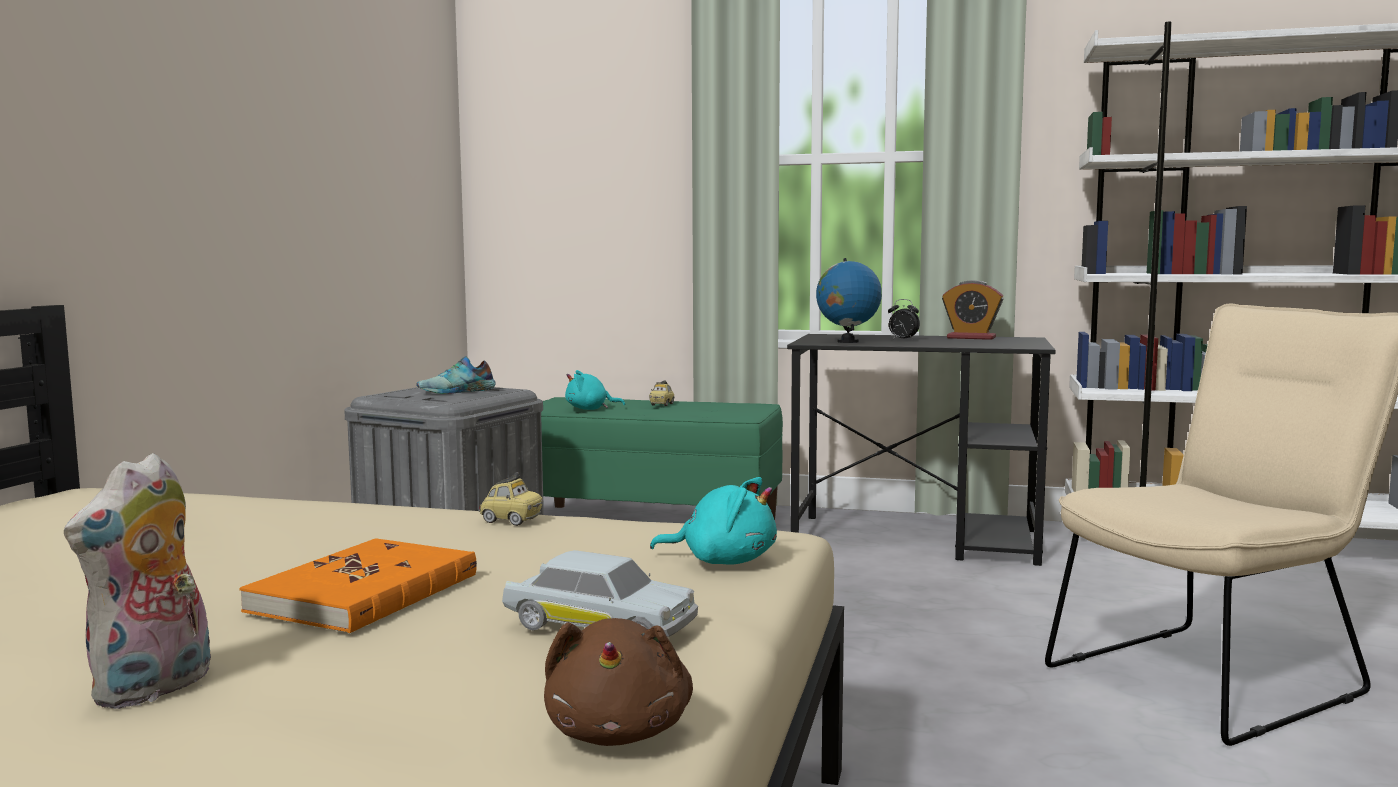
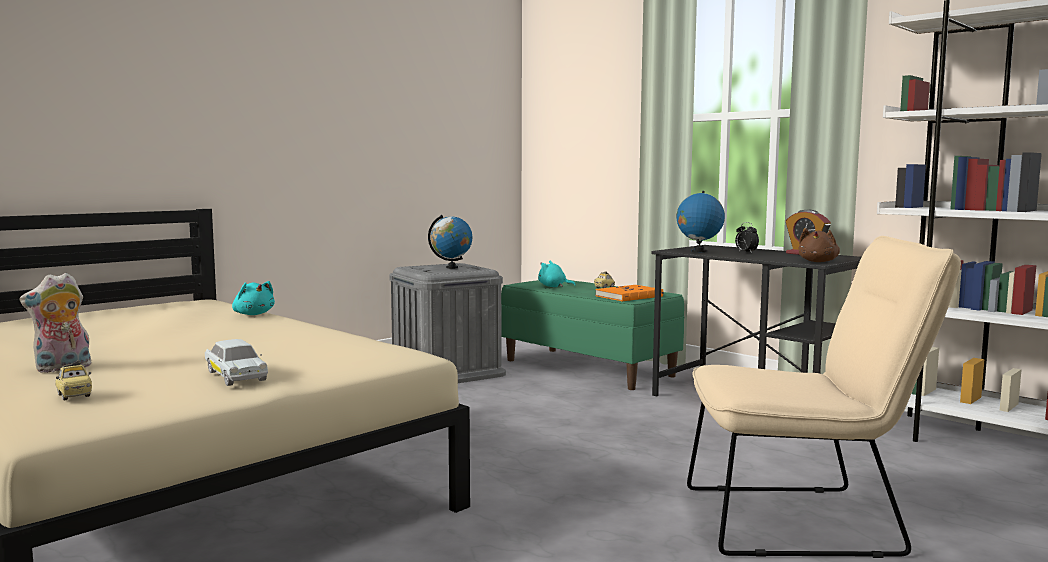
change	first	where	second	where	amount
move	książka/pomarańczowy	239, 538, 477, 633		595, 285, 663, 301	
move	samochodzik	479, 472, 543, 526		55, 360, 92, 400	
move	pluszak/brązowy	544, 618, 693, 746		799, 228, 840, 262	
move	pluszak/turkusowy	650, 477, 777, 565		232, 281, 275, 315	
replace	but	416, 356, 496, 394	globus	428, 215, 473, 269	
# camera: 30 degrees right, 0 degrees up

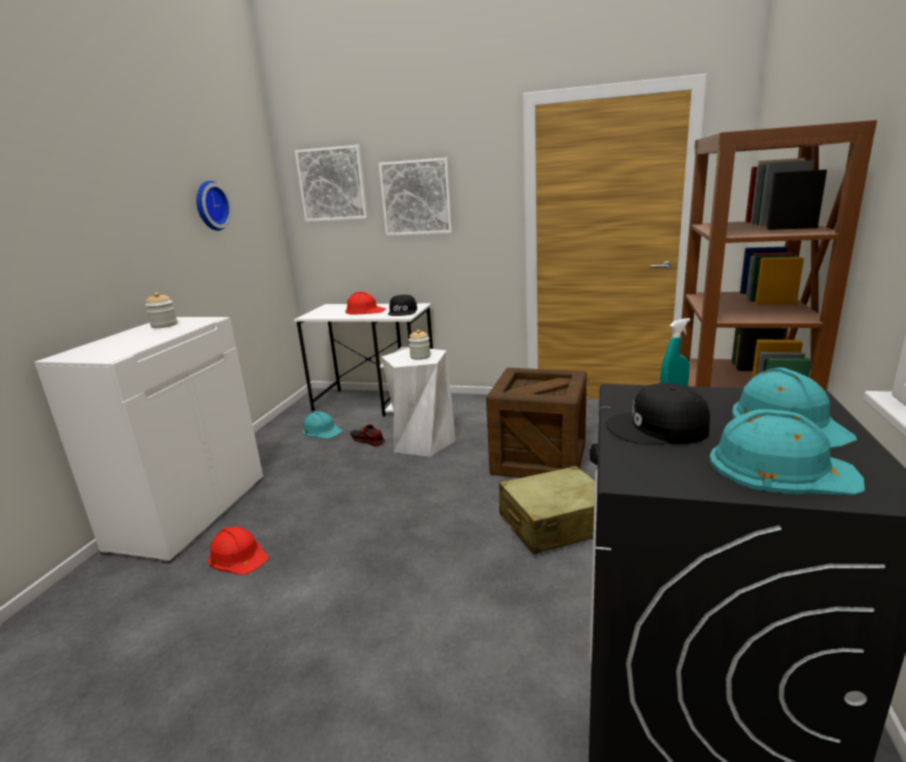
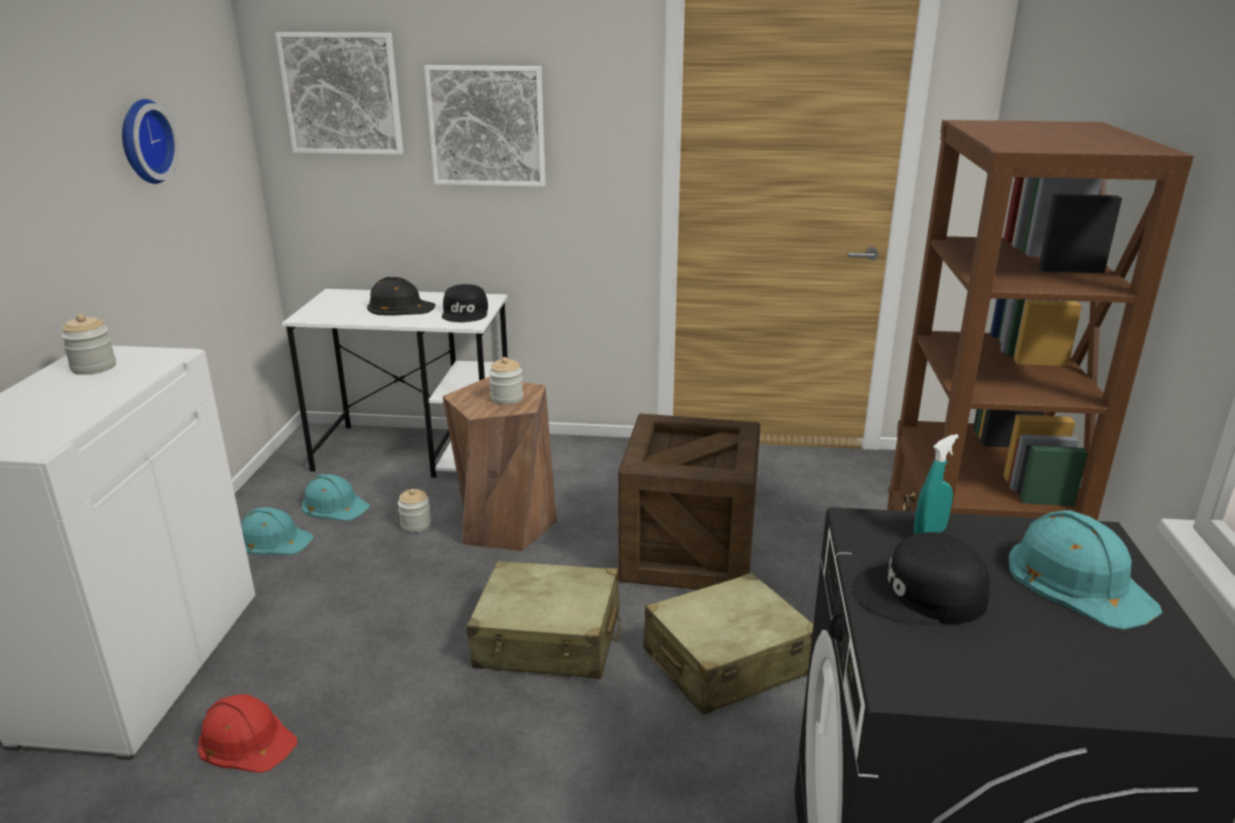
change	first	where	second	where	amount
insert			walizka/beżowy	466, 561, 621, 679	
move	kask/turkusowy	709, 409, 865, 495		241, 507, 314, 555	
replace	but	351, 425, 385, 446	słoik	398, 489, 431, 532	
recolor	kask/czerwony	345, 292, 386, 314	kask/czarny	367, 277, 436, 316	
recolor	stołek/biały	381, 348, 456, 457	stołek/brązowy	442, 377, 557, 552	
# camera: 10 degrees left, 5 degrees up

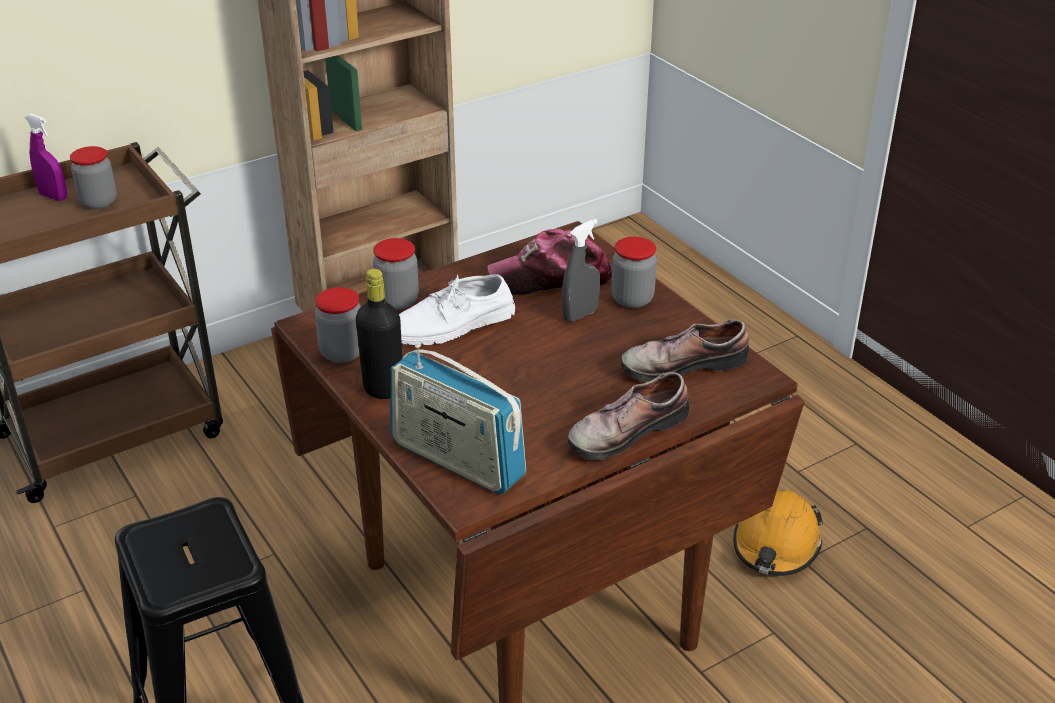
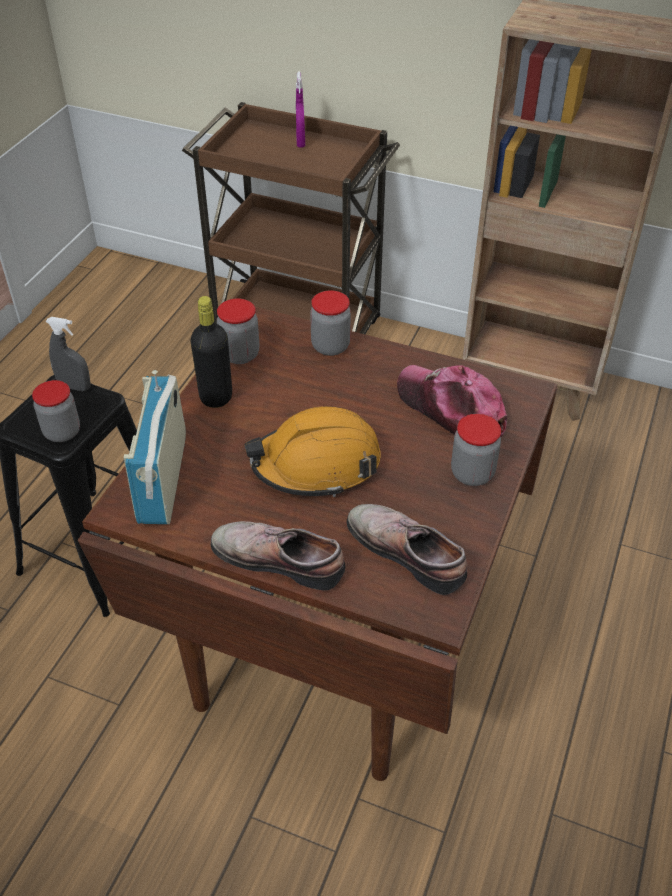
change	first	where	second	where	amount
delete	but/biały	399, 274, 516, 345			
move	słoik	70, 146, 117, 209		32, 380, 80, 442	
move	spryskiwacz/szary	562, 219, 600, 322		46, 317, 91, 391	
move	kask/pomarańczowy	733, 490, 823, 576		244, 406, 381, 497	
# camera: 55 degrees right, 10 degrees up

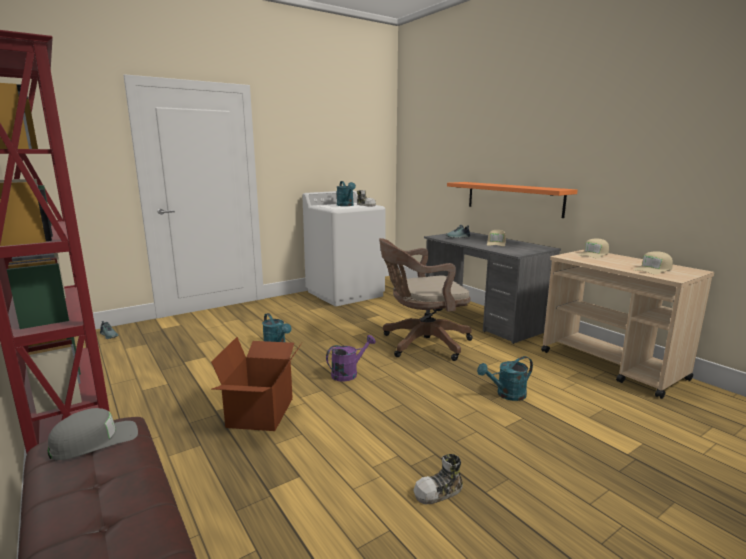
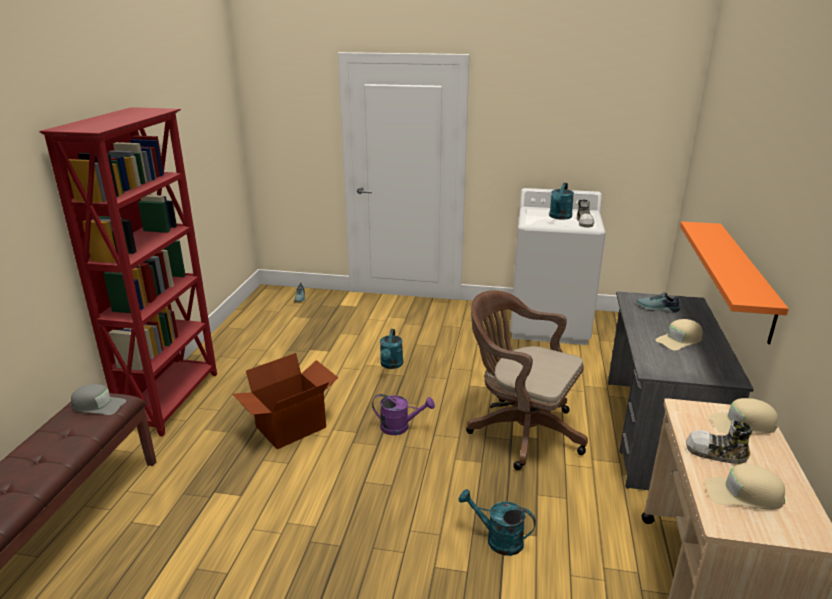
change	first	where	second	where	amount
move	but	413, 454, 463, 505		686, 421, 752, 464	
# camera: 45 degrees right, 10 degrees up

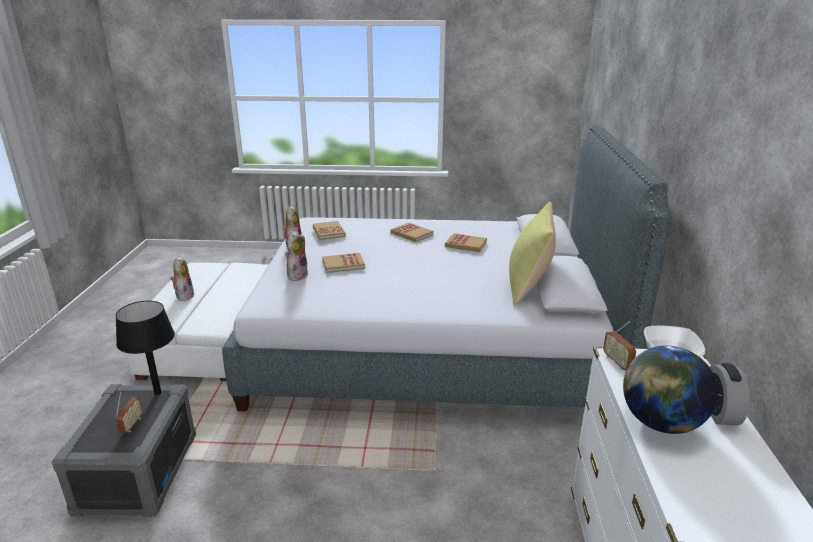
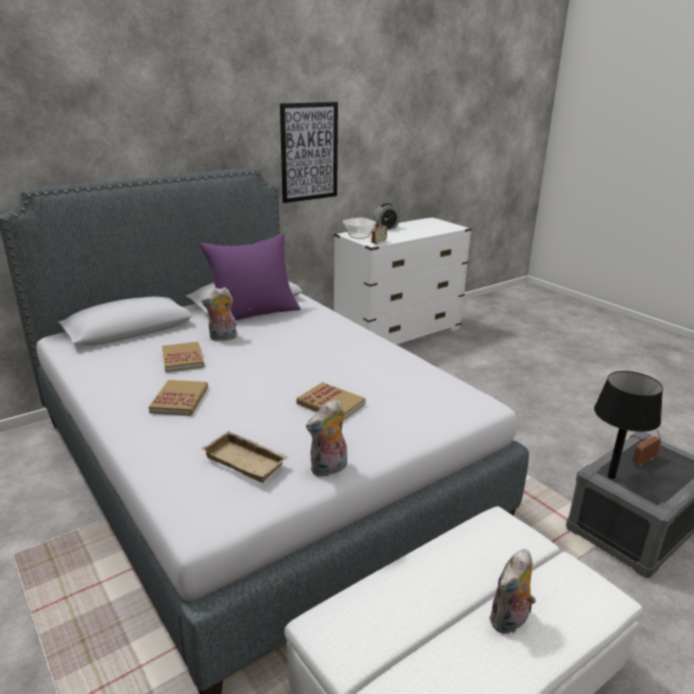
change	first	where	second	where	amount
delete	globus	623, 346, 718, 434			
insert			obraz	280, 102, 338, 203	
move	pluszak	285, 231, 309, 281		201, 287, 237, 341	
replace	książka	313, 221, 346, 240	taca/beżowy	201, 431, 288, 483	
recolor	poduszka/żółty	509, 202, 556, 306	poduszka/fioletowy	199, 233, 301, 321	
# camera: 130 degrees left, 0 degrees up

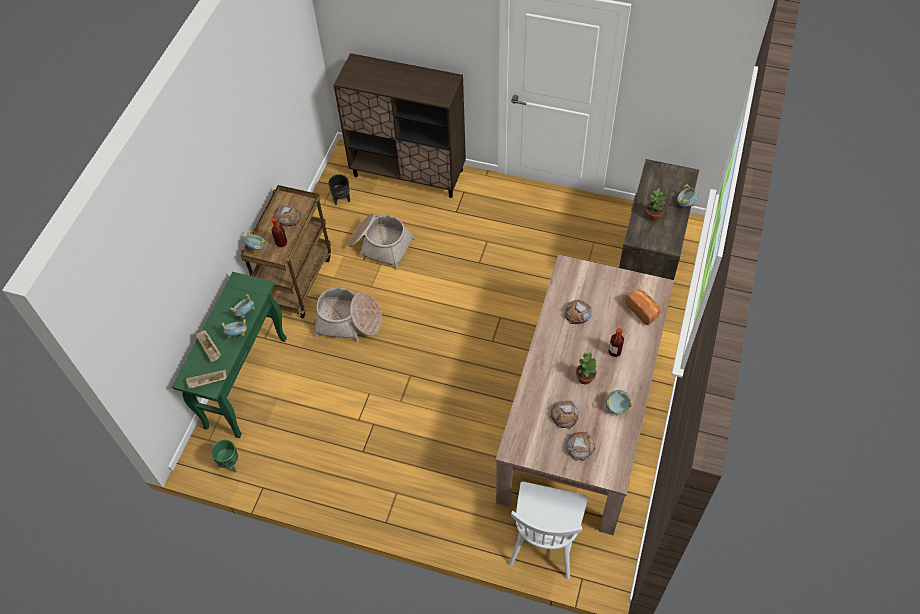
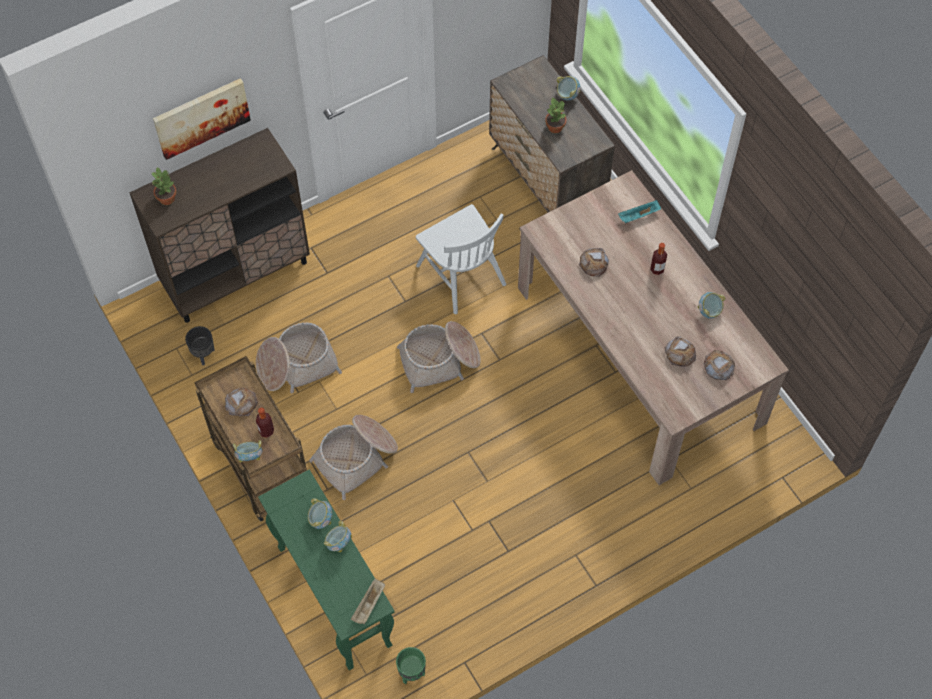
change	first	where	second	where	amount
delete	taca/beżowy	196, 330, 222, 362			
insert			obraz	153, 78, 251, 160	
insert			koszyk	397, 321, 481, 393	
move	krzesło/biały	509, 482, 588, 579		416, 204, 506, 314	
move	roślina doniczkowa	576, 352, 597, 384		151, 167, 177, 205	
replace	chleb	625, 289, 660, 325	taca/turkusowy	618, 200, 661, 223	
# camera: 50 degrees left, 5 degrees up

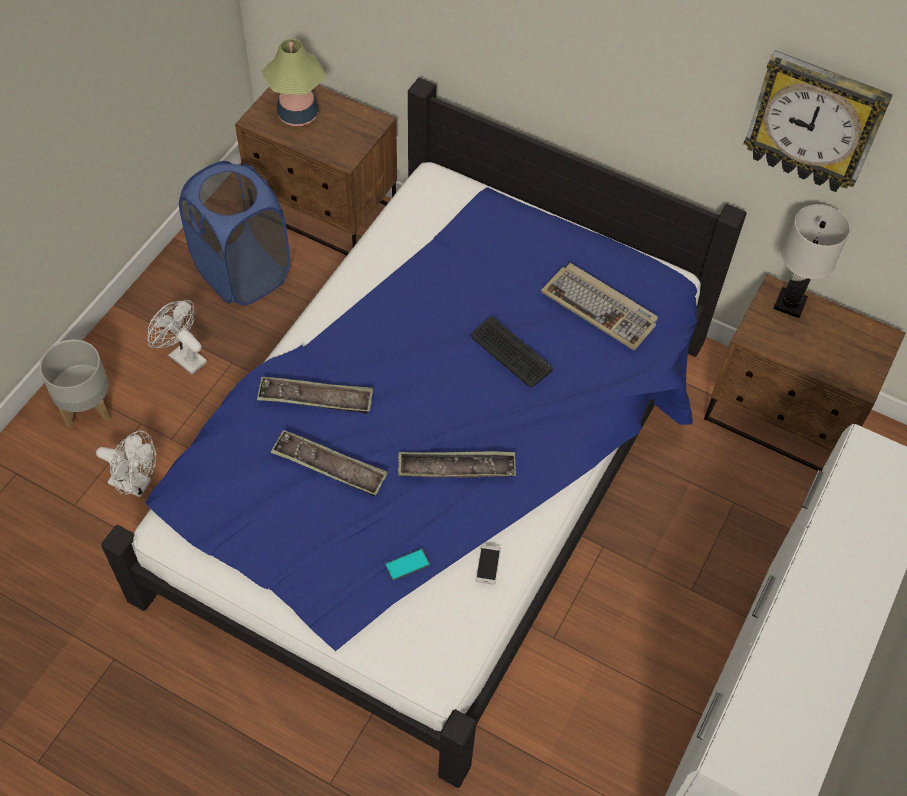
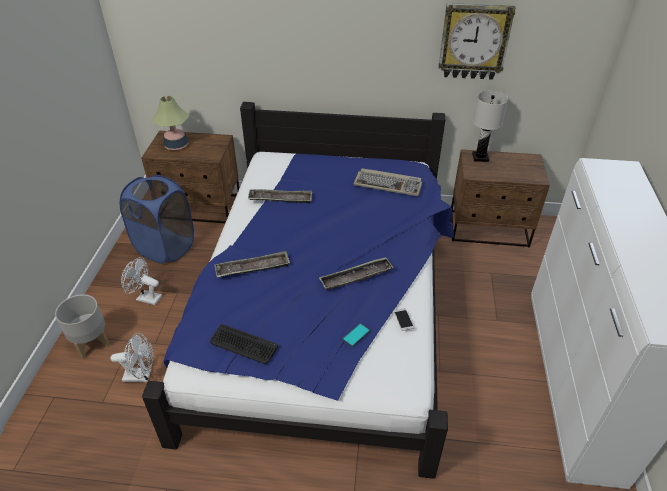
change	first	where	second	where	amount
move	taca	270, 430, 388, 497		248, 189, 312, 204	
move	klawiatura	471, 316, 553, 387		210, 324, 278, 364	
# camera: 20 degrees left, 15 degrees down

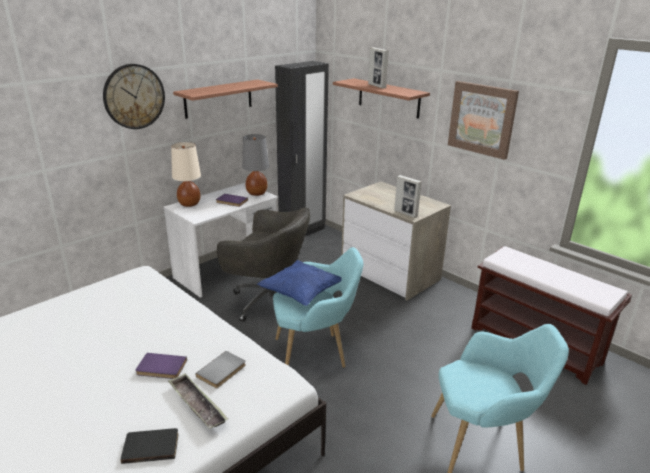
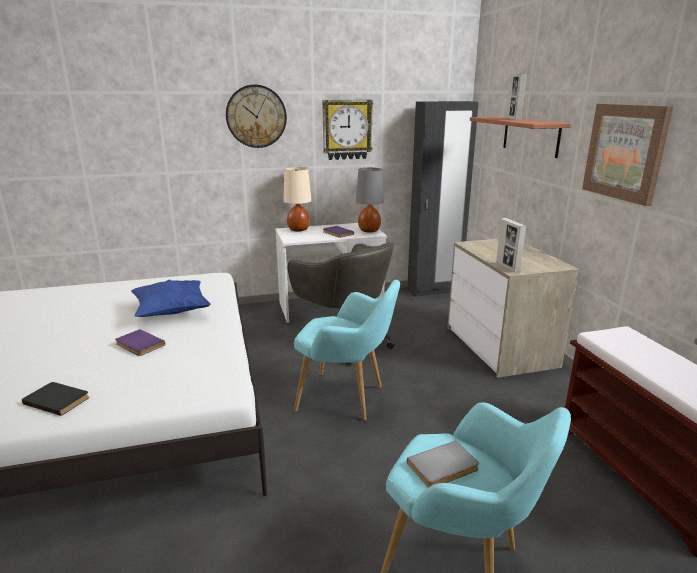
change	first	where	second	where	amount
delete	taca	168, 373, 228, 429			
move	książka/szary	195, 351, 246, 388		407, 441, 479, 487	
move	poduszka/niebieski	257, 260, 342, 306		131, 280, 211, 317	
replace	półka	173, 79, 278, 119	zegar ścienny	322, 100, 373, 160	
# camera: 30 degrees right, 5 degrees down

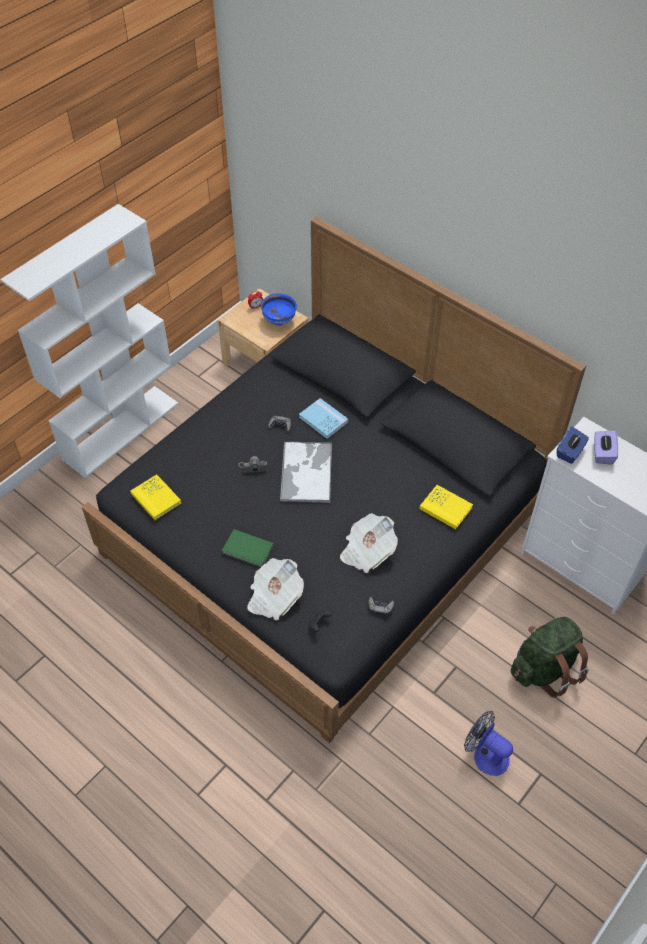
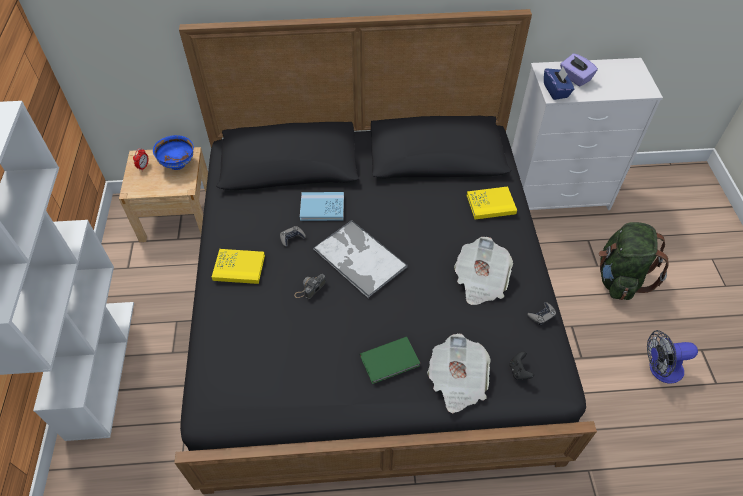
change	first	where	second	where	amount
move	książka/żółty	130, 474, 181, 520		212, 249, 265, 284	
# camera: 45 degrees left, 0 degrees up

